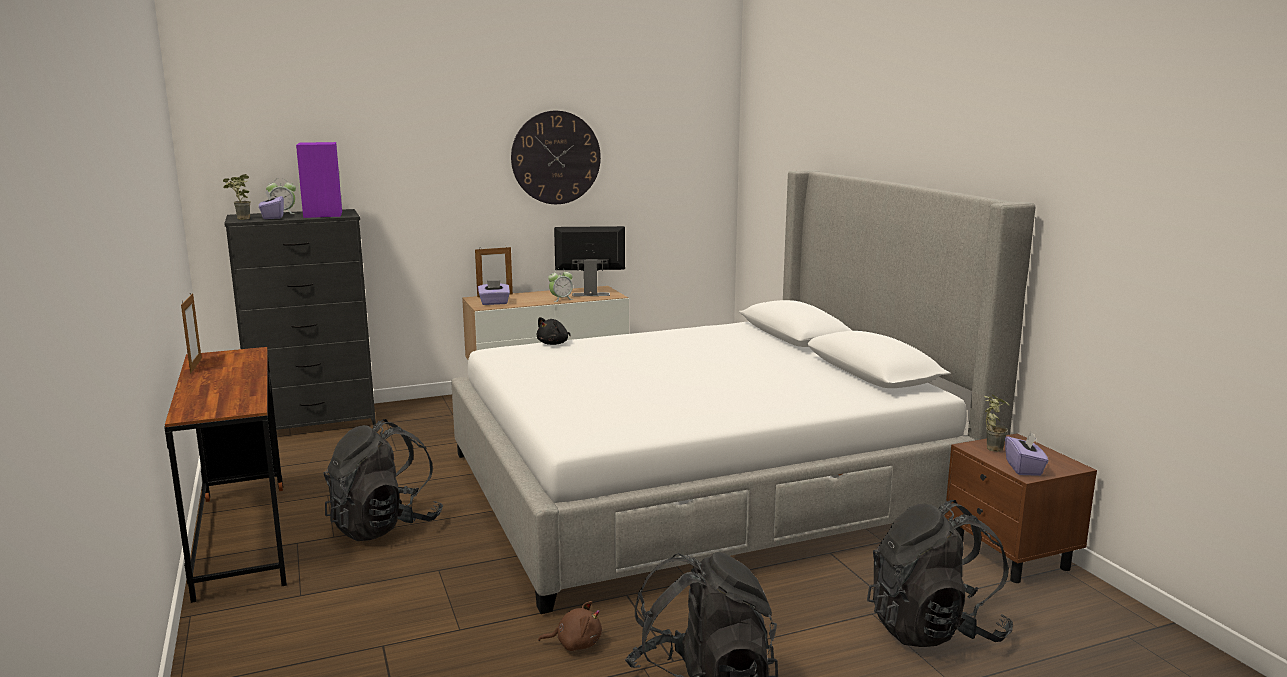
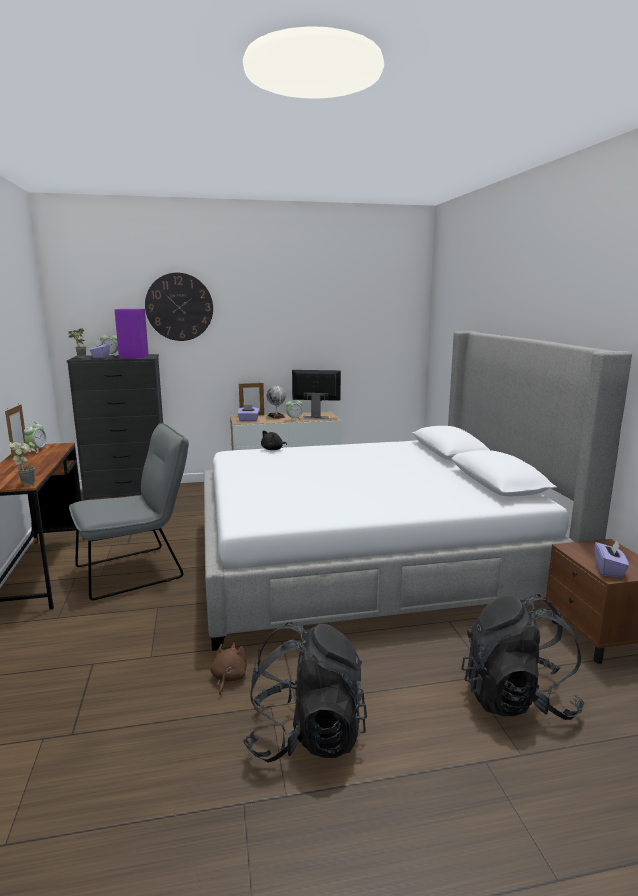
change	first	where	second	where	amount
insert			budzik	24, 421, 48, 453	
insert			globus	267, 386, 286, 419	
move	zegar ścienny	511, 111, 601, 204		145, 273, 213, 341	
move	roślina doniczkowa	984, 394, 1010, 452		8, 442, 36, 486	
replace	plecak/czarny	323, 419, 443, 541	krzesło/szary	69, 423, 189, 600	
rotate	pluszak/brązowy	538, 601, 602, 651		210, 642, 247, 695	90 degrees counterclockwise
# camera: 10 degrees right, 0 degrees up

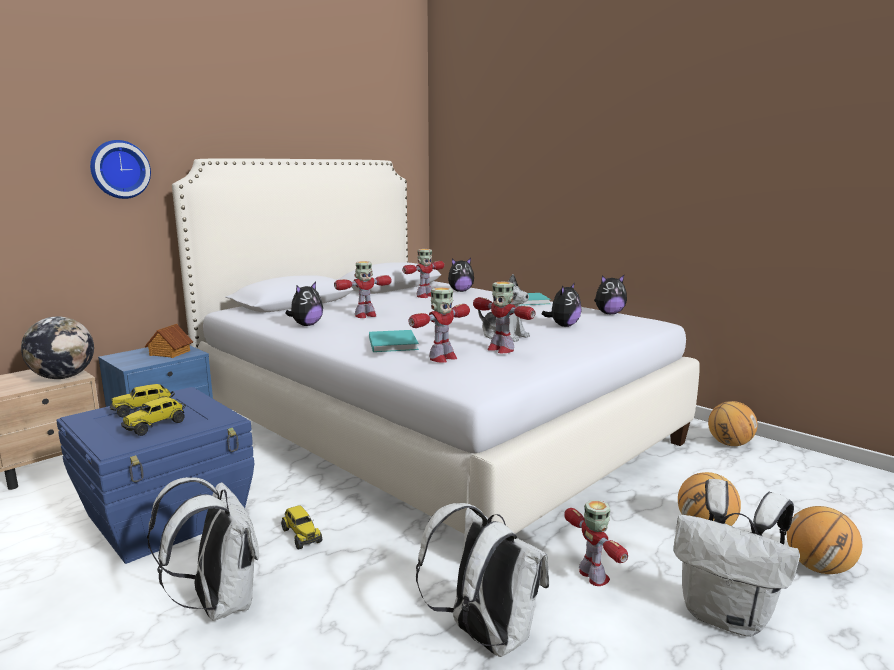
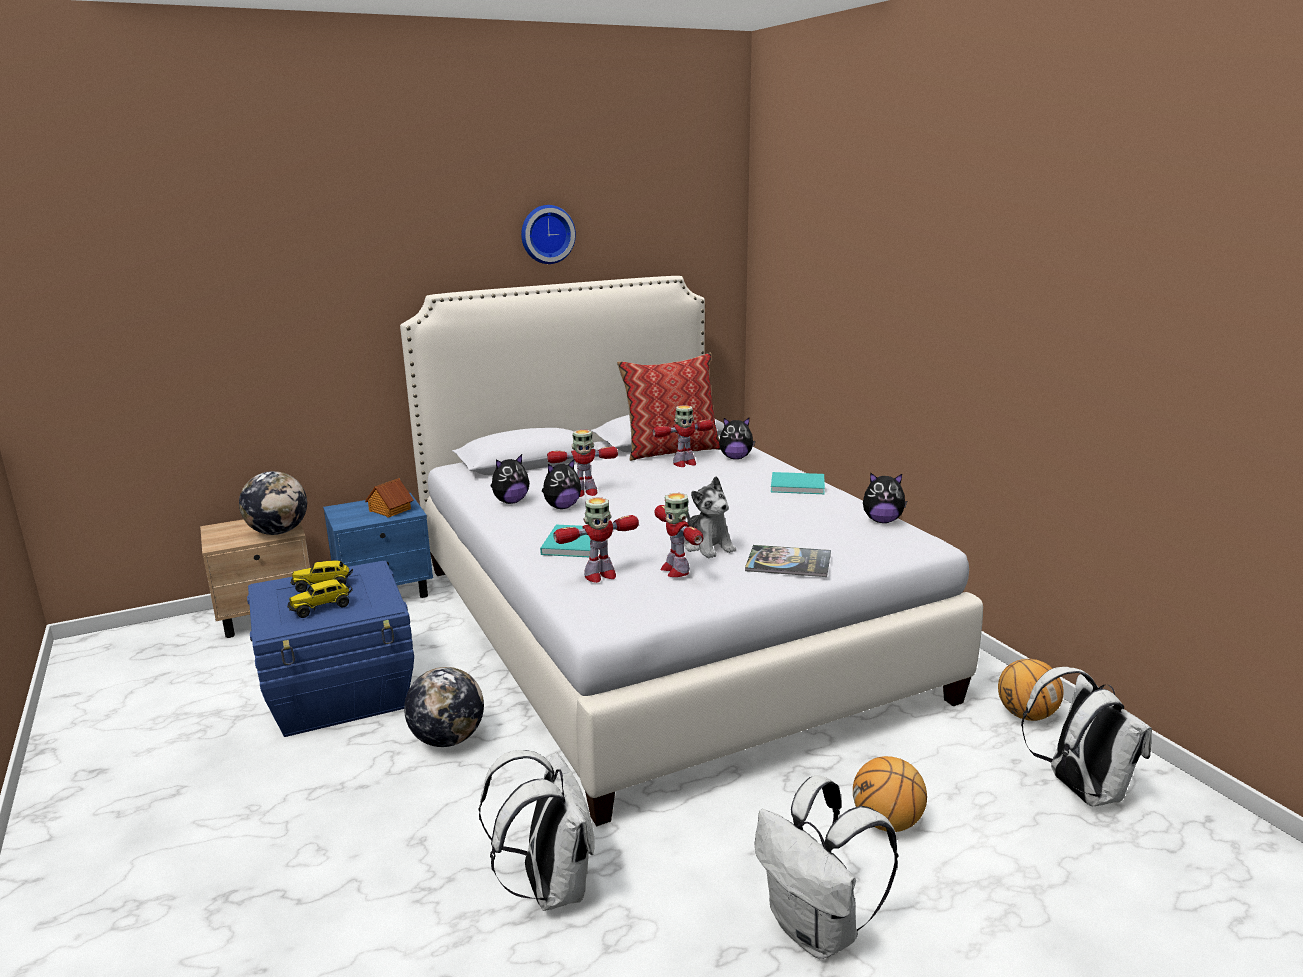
change	first	where	second	where	amount
delete	robot zabawkowy	564, 500, 628, 586			
delete	piłka do koszykówki	787, 506, 862, 574			
insert			poduszka	617, 353, 721, 461	
insert			książka	745, 545, 831, 577	
move	zegar ścienny	90, 140, 151, 199		521, 205, 576, 264	
move	plecak/biały	147, 477, 259, 621		1021, 667, 1152, 806	
move	pluszak	542, 282, 582, 327		542, 459, 581, 509	
replace	ciężarówka zabawkowa	281, 505, 322, 550	globus	404, 667, 484, 747	
# camera: 20 degrees right, 5 degrees up

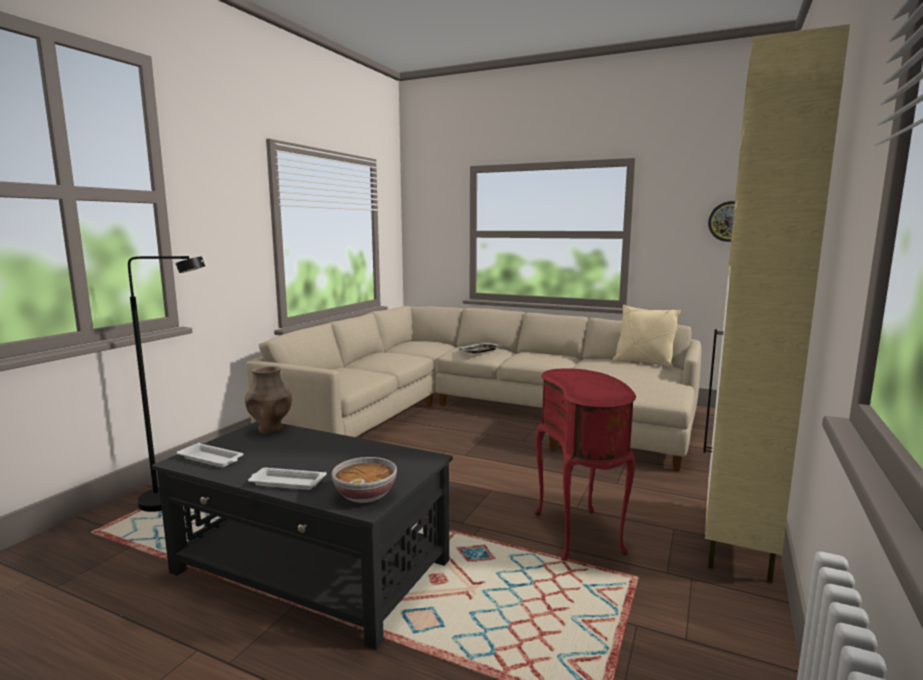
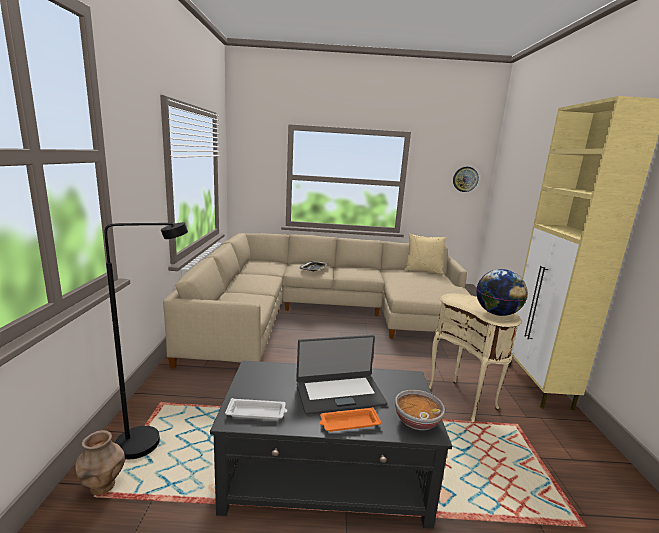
change	first	where	second	where	amount
insert			laptop	296, 335, 387, 414	
insert			globus	476, 269, 528, 316	
move	wazon/brązowy	245, 366, 292, 434		75, 430, 125, 495	
recolor	taca/biały	248, 468, 327, 490	taca/pomarańczowy	319, 407, 381, 432	
recolor	stolik/czerwony	534, 368, 636, 561	stolik/beżowy	429, 293, 522, 423	
# camera: 25 degrees left, 5 degrees up

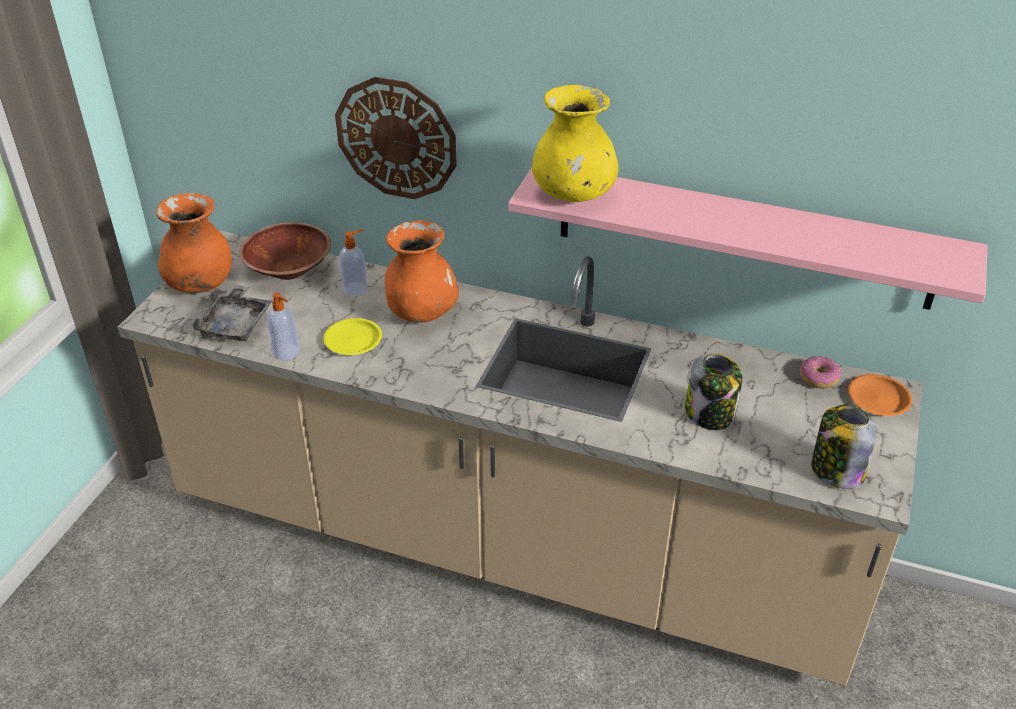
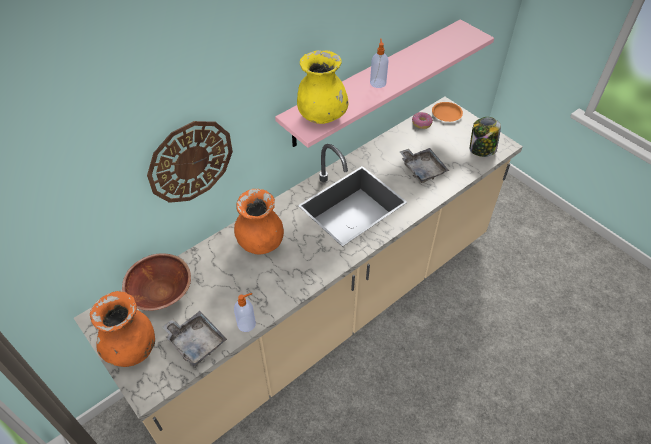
change	first	where	second	where	amount
delete	talerz/żółty	323, 318, 382, 355			
move	dozownik mydła	339, 229, 367, 296		370, 38, 389, 88	
replace	słoik	685, 354, 742, 430	taca/szary	400, 148, 449, 183	
# camera: 60 degrees left, 10 degrees up

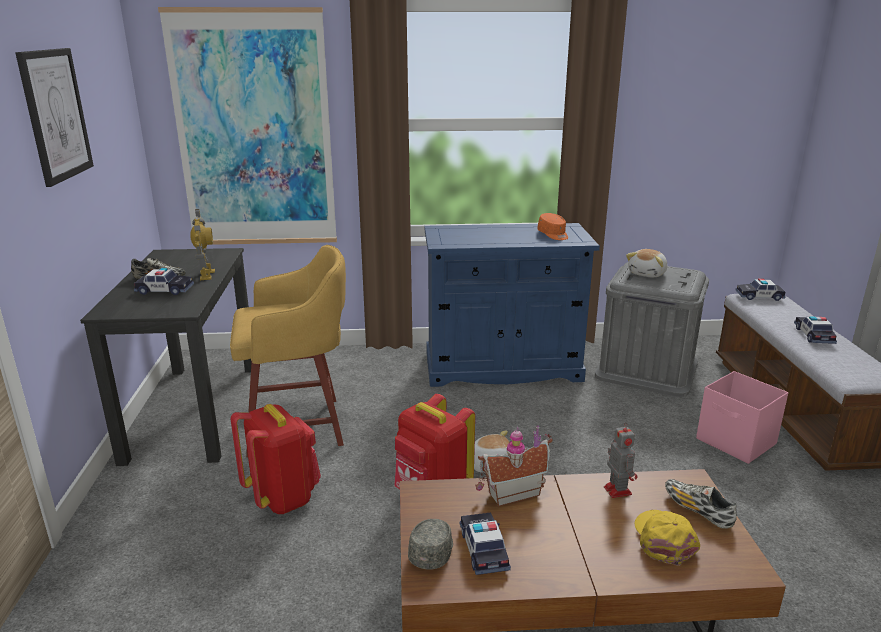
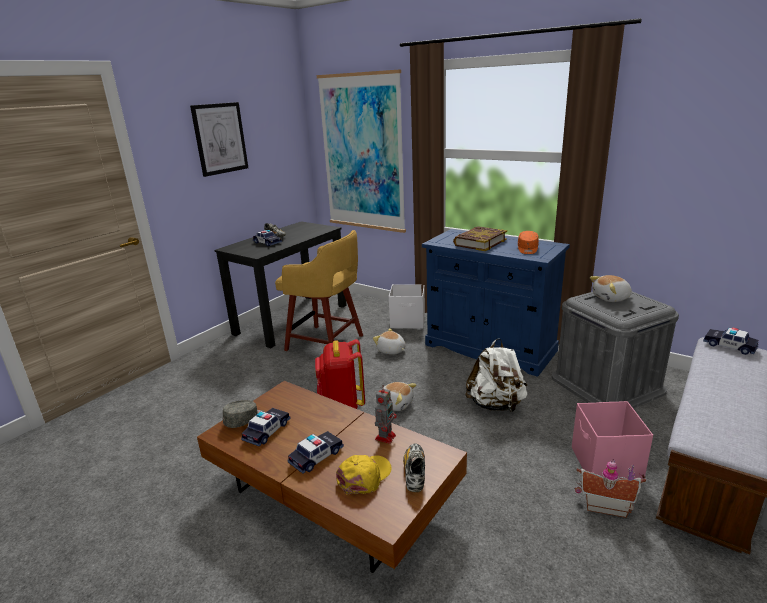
change	first	where	second	where	amount
delete	robot zabawkowy	190, 209, 215, 280			
delete	plecak/czerwony	231, 404, 321, 514			
insert			pluszak	373, 328, 406, 355	
insert			pojemnik do przechowywania/biały	389, 284, 425, 329	
insert			książka	453, 226, 507, 251	
insert			plecak/biały	465, 338, 528, 413	
move	domek	476, 425, 552, 507		575, 459, 646, 518	
move	samochodzik	794, 316, 837, 344		288, 431, 344, 474	
# camera: 40 degrees right, 0 degrees up

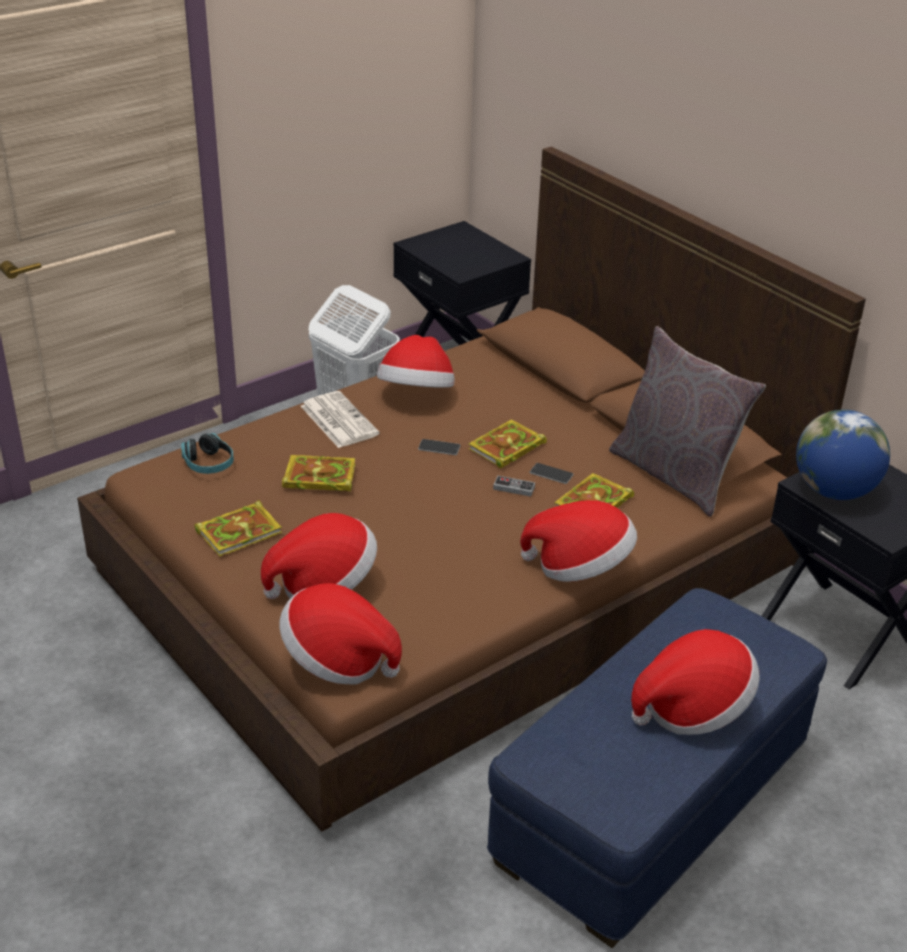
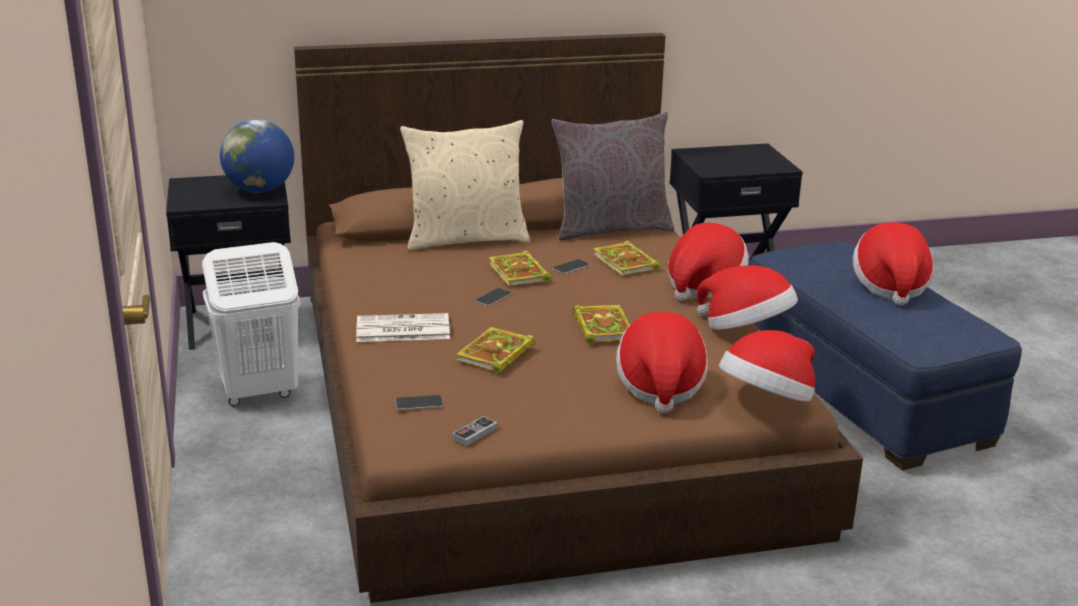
change	first	where	second	where	amount
insert			poduszka/beżowy	400, 120, 530, 250	
move	książka	195, 500, 282, 557		572, 304, 630, 344	
move	kapelusz	377, 335, 454, 388		697, 265, 798, 330	
move	pad do gier	493, 476, 535, 497		452, 416, 498, 446	
move	globus	796, 410, 890, 500		220, 119, 294, 193	
replace	słuchawki	181, 433, 234, 474	telefon	395, 395, 443, 410	
# camera: 65 degrees left, 10 degrees down

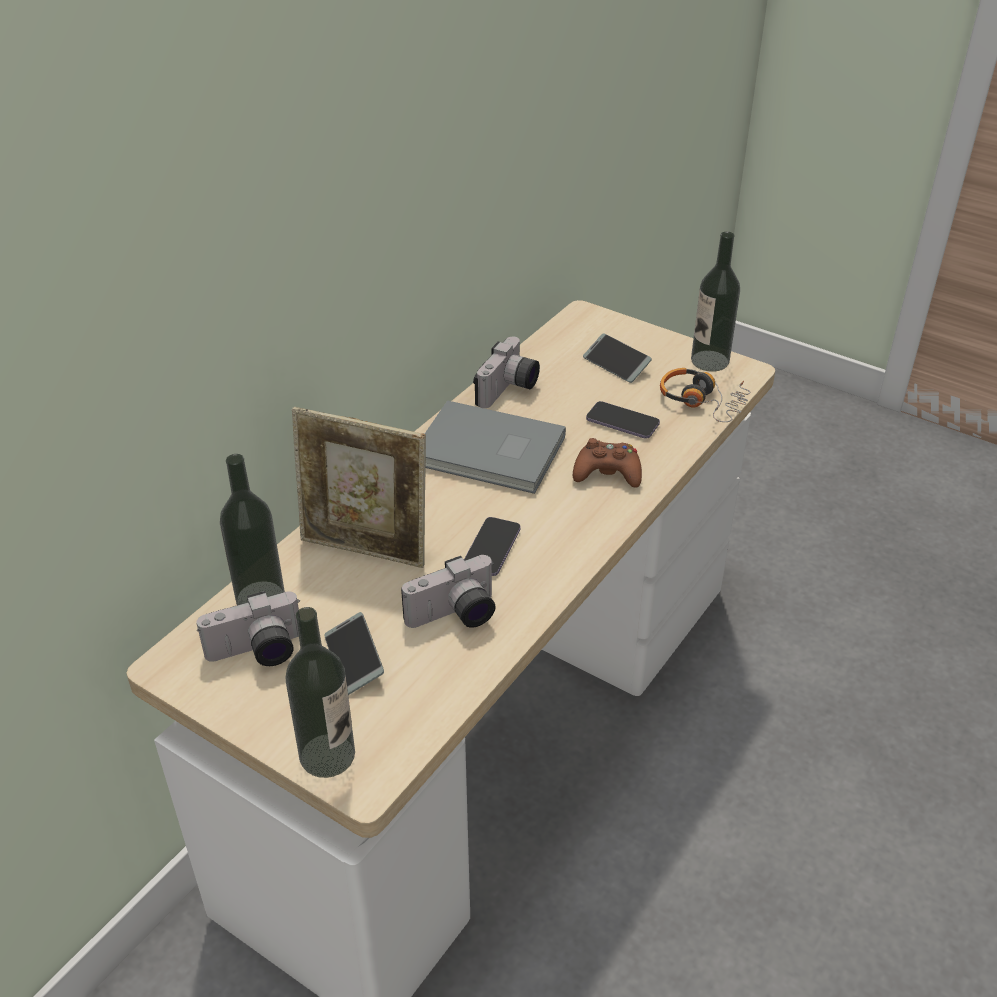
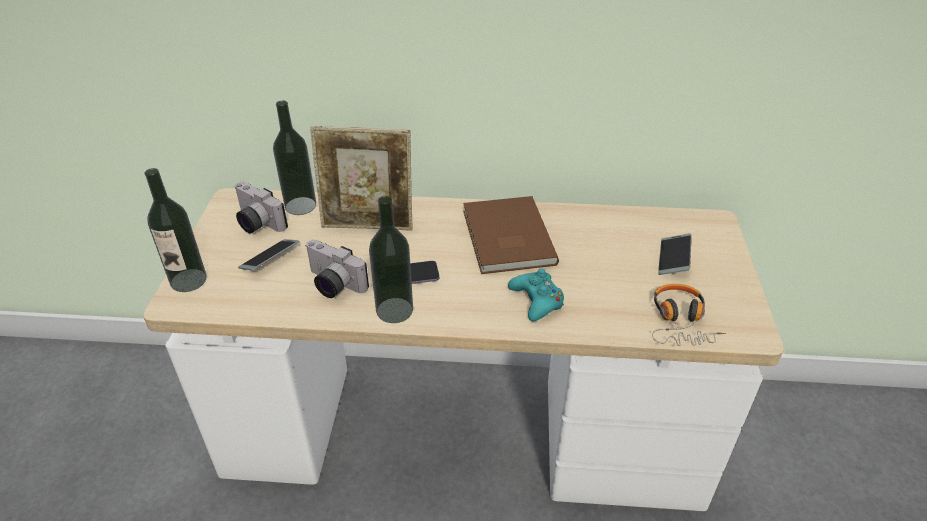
change	first	where	second	where	amount
delete	aparat fotograficzny	473, 337, 540, 408			
delete	telefon	586, 401, 660, 439			
move	butelka	691, 232, 740, 372		369, 196, 413, 323	
recolor	książka/szary	425, 400, 566, 494	książka/brązowy	463, 196, 559, 274	
recolor	pad do gier/brązowy	573, 438, 642, 488	pad do gier/turkusowy	508, 268, 564, 321	
rotate	ramka na zdjęcie	292, 407, 426, 568		310, 126, 412, 230	75 degrees counterclockwise
# camera: 60 degrees right, 0 degrees up

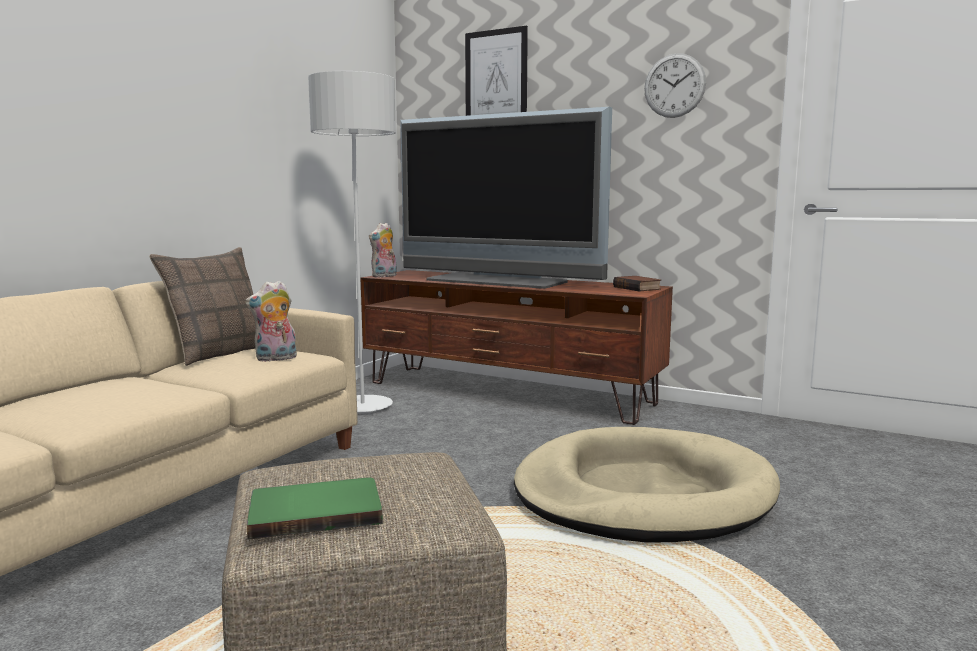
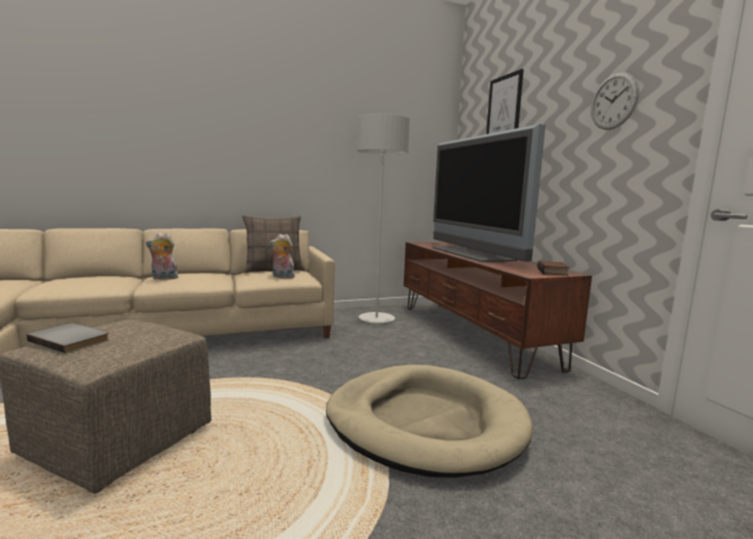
change	first	where	second	where	amount
move	pluszak	369, 222, 397, 278		146, 232, 178, 280	
recolor	książka/zielony	247, 478, 383, 540	książka/szary	27, 323, 109, 353	
# camera: 40 degrees right, 0 degrees up

